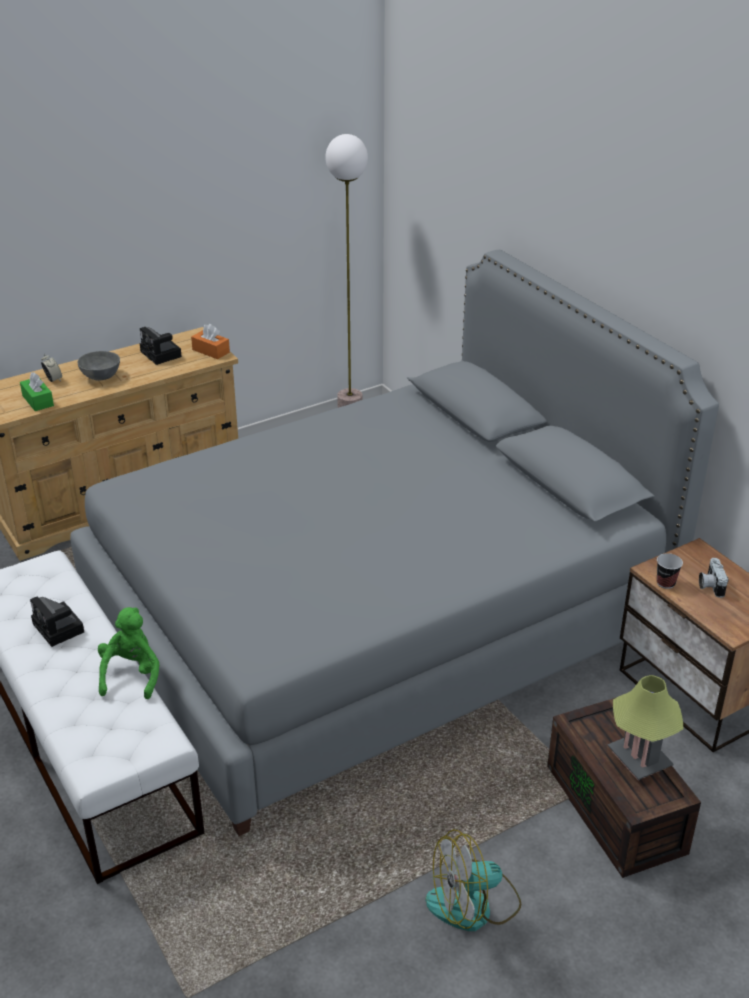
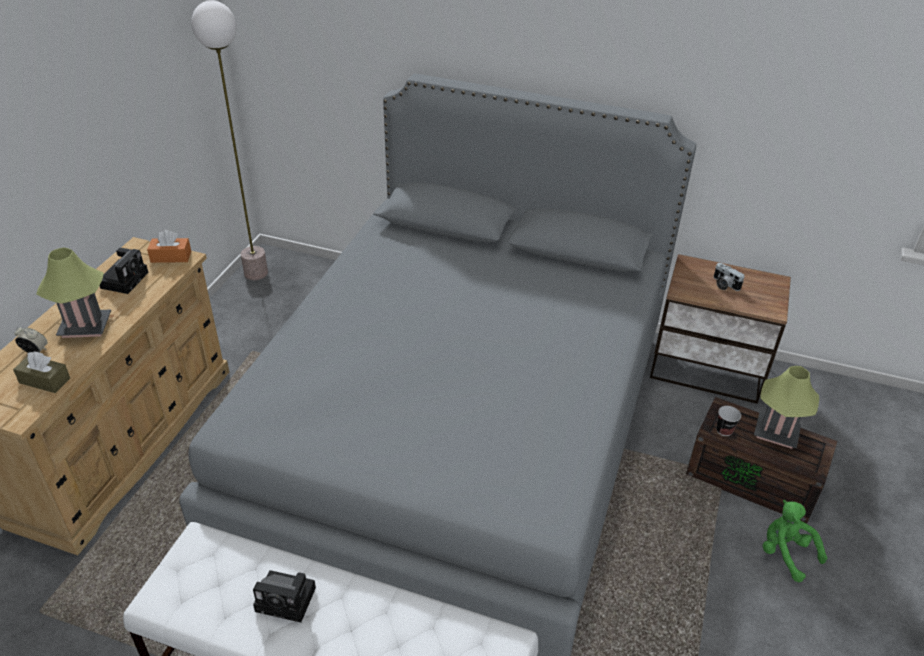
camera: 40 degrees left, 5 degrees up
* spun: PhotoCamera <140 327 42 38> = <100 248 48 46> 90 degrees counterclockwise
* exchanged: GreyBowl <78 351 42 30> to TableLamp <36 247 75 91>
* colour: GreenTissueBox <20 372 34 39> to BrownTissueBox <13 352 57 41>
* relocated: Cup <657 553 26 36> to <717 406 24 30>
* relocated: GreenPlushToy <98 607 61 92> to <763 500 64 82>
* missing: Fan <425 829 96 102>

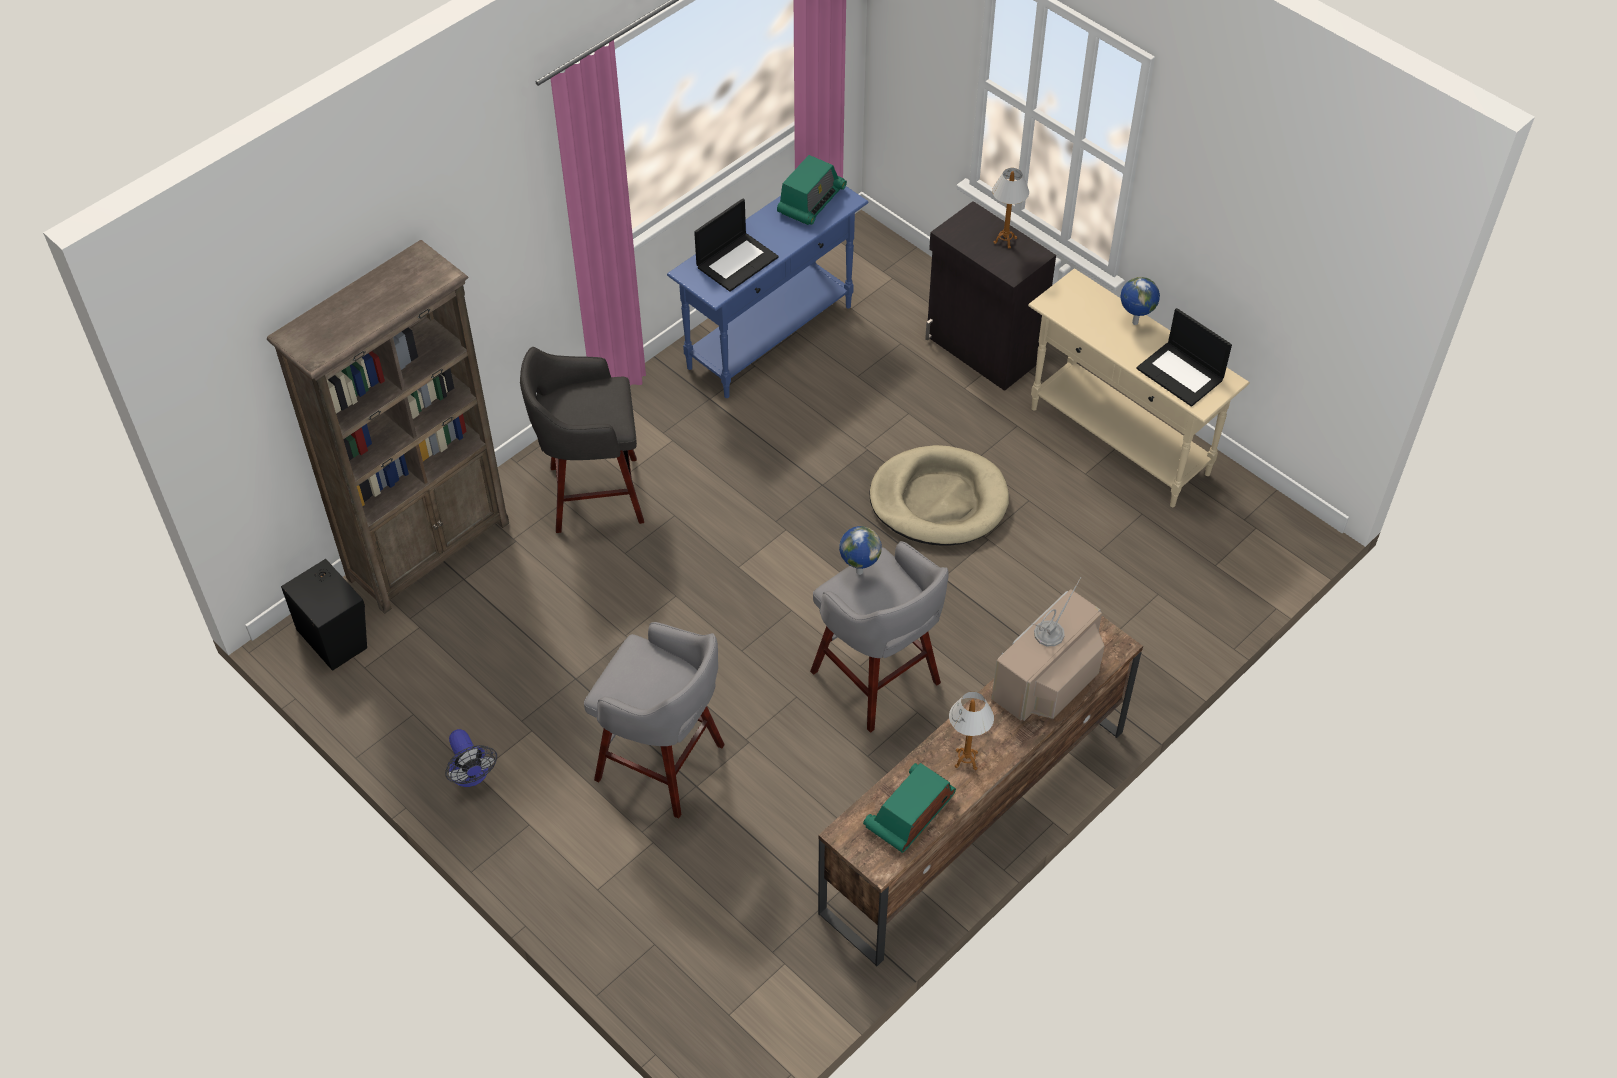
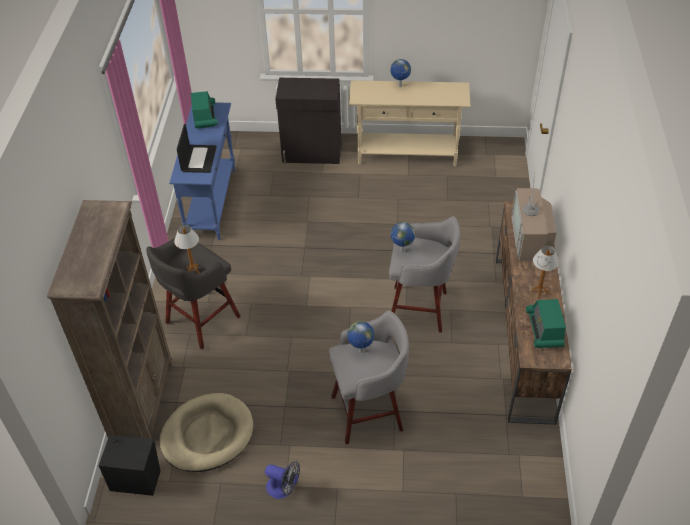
camera: 40 degrees left, 5 degrees down
* relocated: TableLamp <992 168 37 80> to <174 225 26 49>
* missing: Laptop <1136 308 96 99>
* relocated: BeigeDogBed <870 445 139 101> to <160 393 93 79>
* appeared: Globe <347 321 27 32>

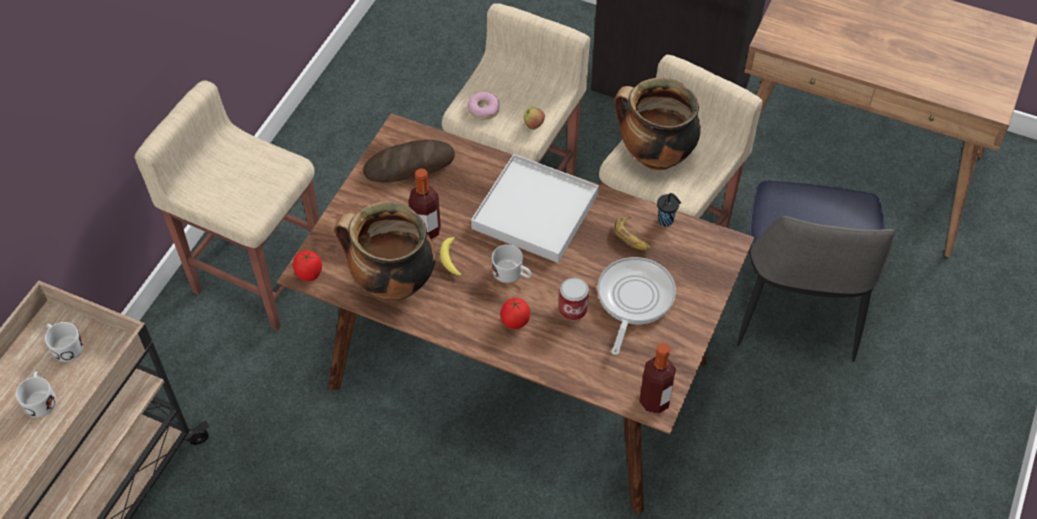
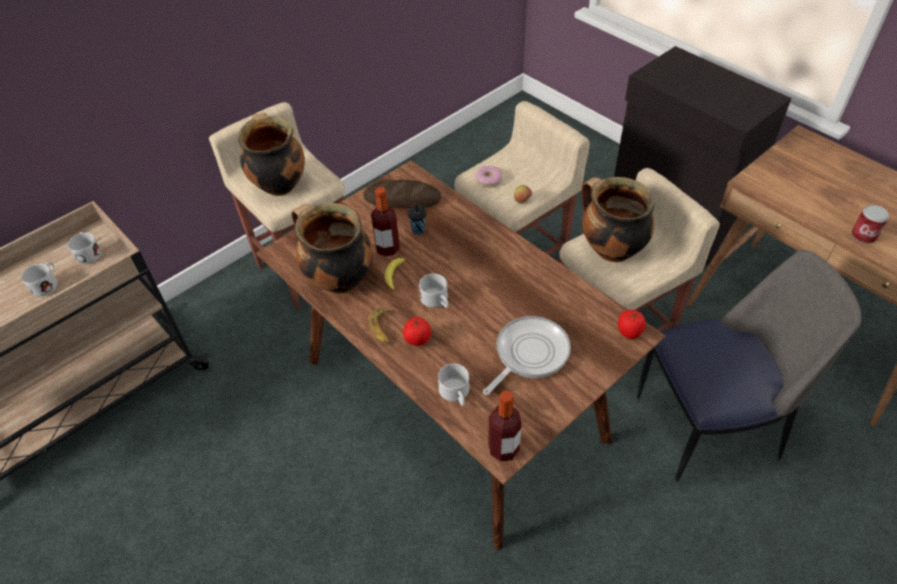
camera: 25 degrees right, 5 degrees down
* missing: WhiteTray <471 154 128 109>
* spun: Chair <737 181 158 181> = <637 250 225 231> 135 degrees counterclockwise
* relocated: BlackCup <657 193 24 34> to <408 203 18 32>
* relocated: Banana <614 216 37 34> to <368 308 22 36>
* relocated: Tomato <293 250 29 31> to <618 310 28 29>
* relocated: Can <559 277 30 43> to <852 205 37 39>
* appeared: CookingPot <238 113 67 83>
* appeared: WhiteMug <438 364 31 42>

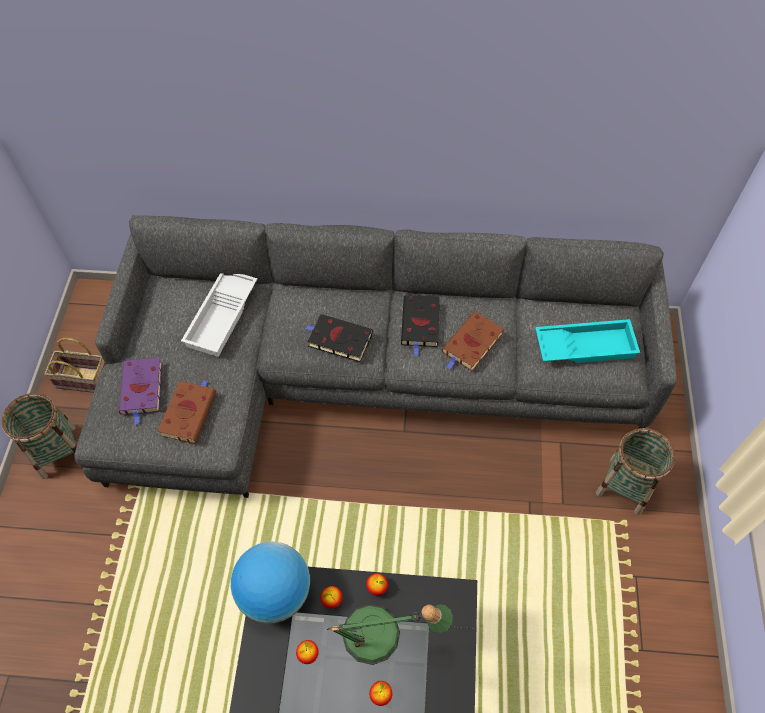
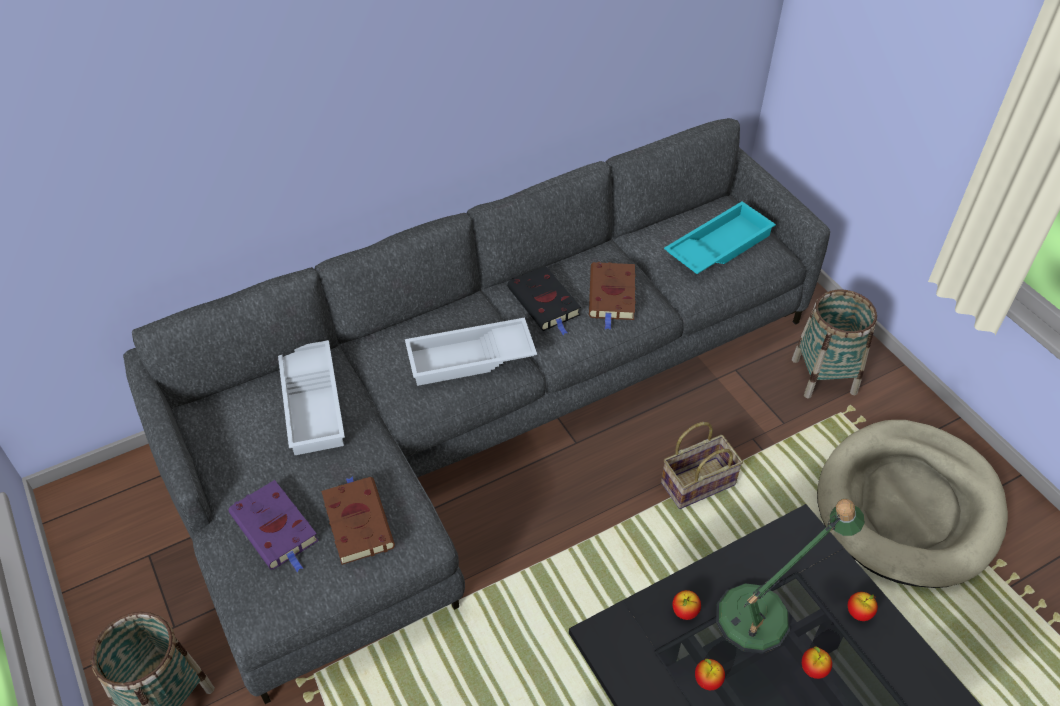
camera: 35 degrees left, 10 degrees down
* exchanged: BlackBook <306 314 67 48> to WhiteTray <405 317 132 69>
* relocated: Basket <44 338 62 55> to <661 422 82 87>
* missing: Globe <231 542 79 82>
* relocated: Apple <366 573 22 23> to <848 592 30 29>
* appeared: BeigeDogBed <817 420 191 168>

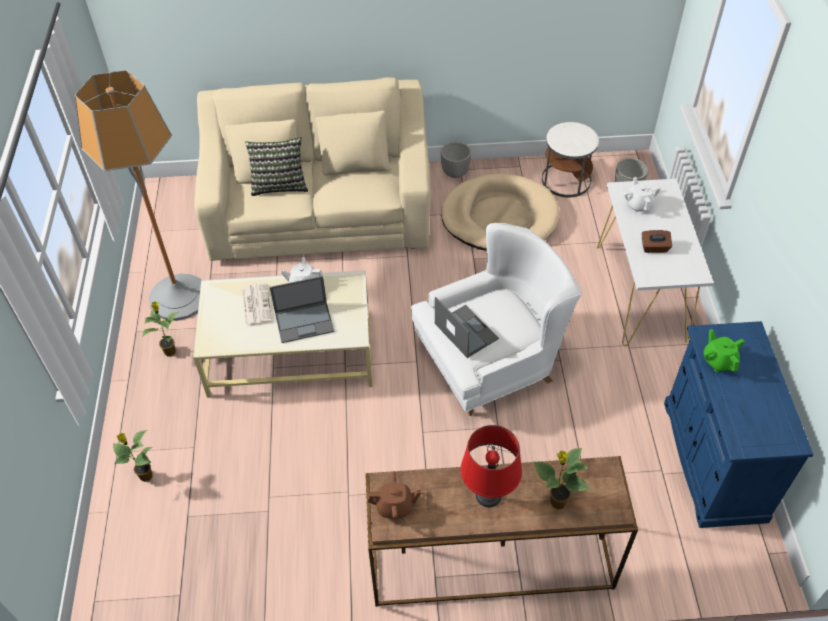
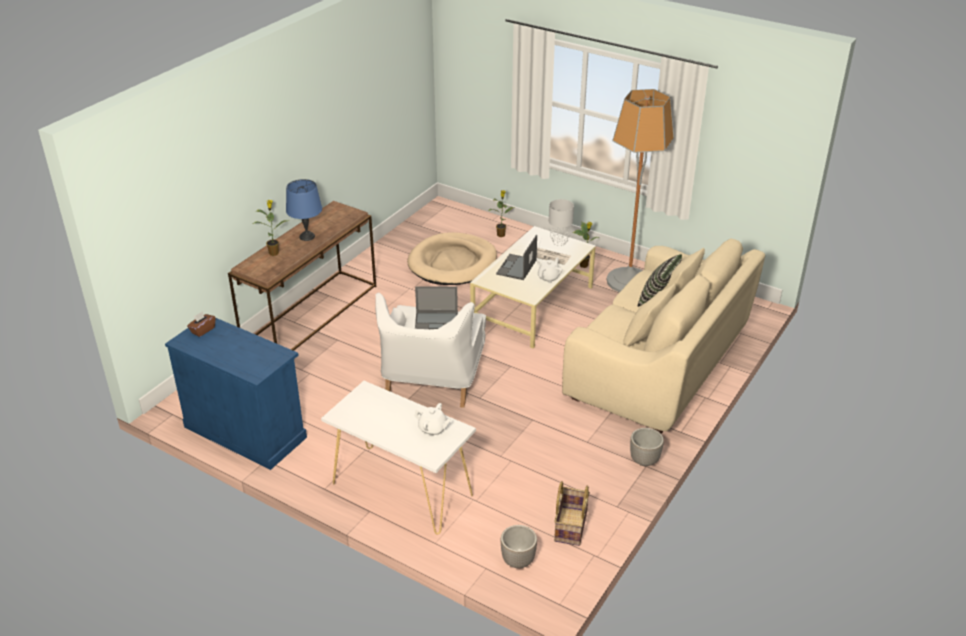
camera: 125 degrees right, 15 degrees down
* exchanged: WhiteSideTable <542 122 57 76> to Basket <554 481 36 65>
* relocated: BeigeDogBed <441 173 119 78> to <407 232 90 53>
* relocated: BrownTissueBox <641 230 31 23> to <187 311 29 26>
* missing: GreenTeapot <704 329 41 43>
* colour: RedTableLamp <461 425 61 82> to BlueTableLamp <286 179 36 62>
* missing: BrownTeapot <368 471 53 48>
* appeared: GreyTableLamp <549 199 25 47>

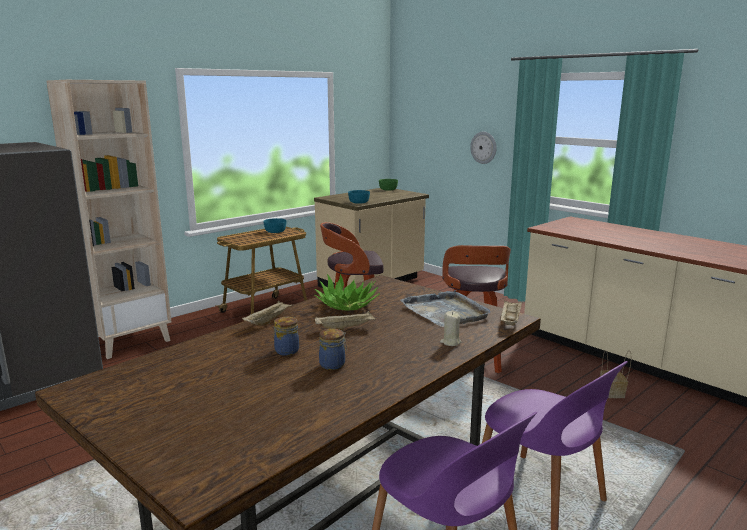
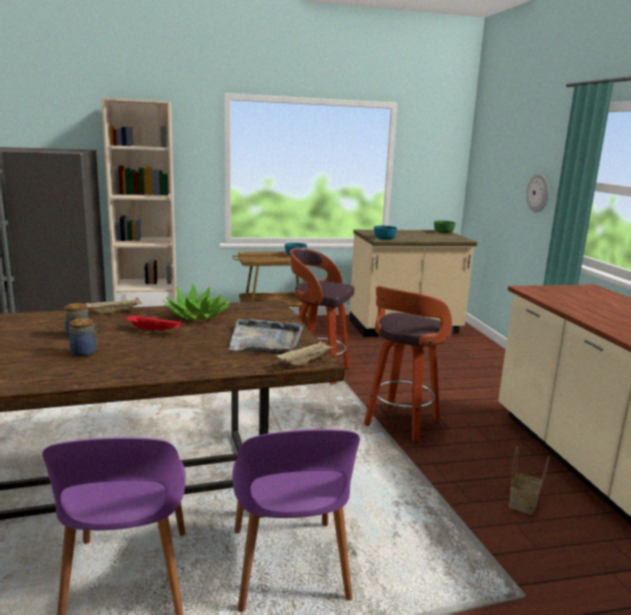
camera: 30 degrees right, 0 degrees up
* colour: BeigeTray <315 311 61 20> to RedTray <125 315 57 17>
* missing: BeigeCandle <440 311 21 35>

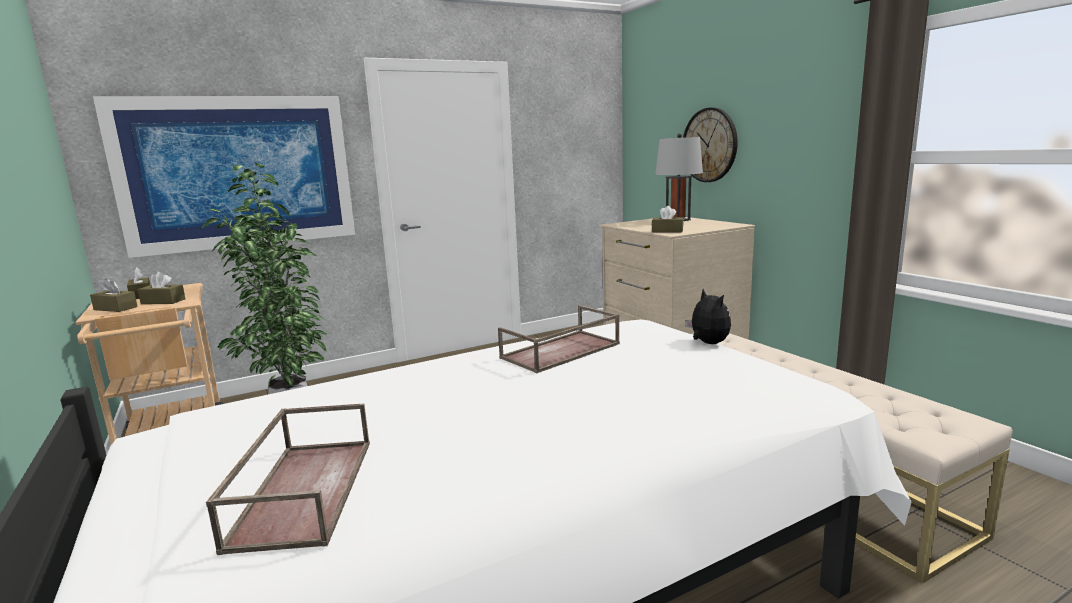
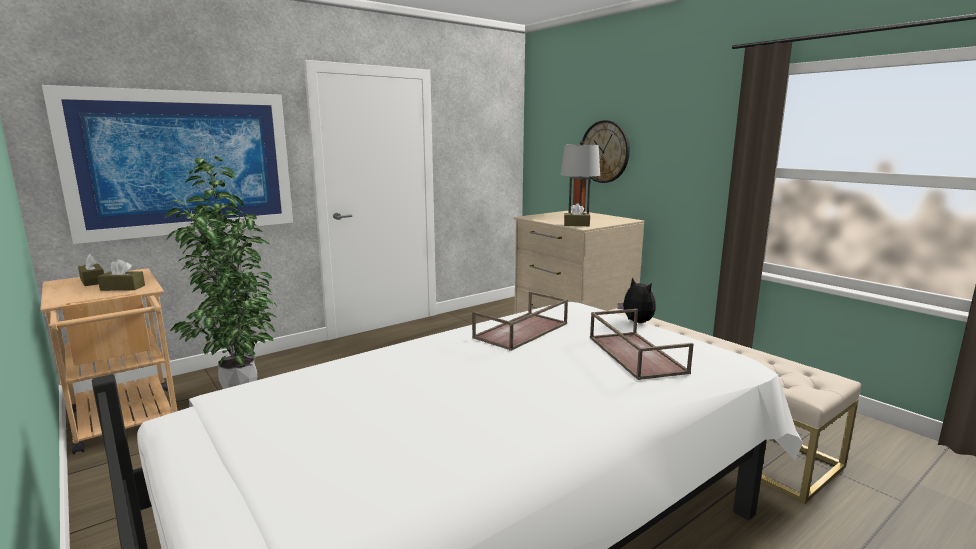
camera: 10 degrees left, 0 degrees up
* missing: BrownTissueBox <90 278 48 34>
* relocated: BrownTray <206 403 164 152> to <590 309 103 71>

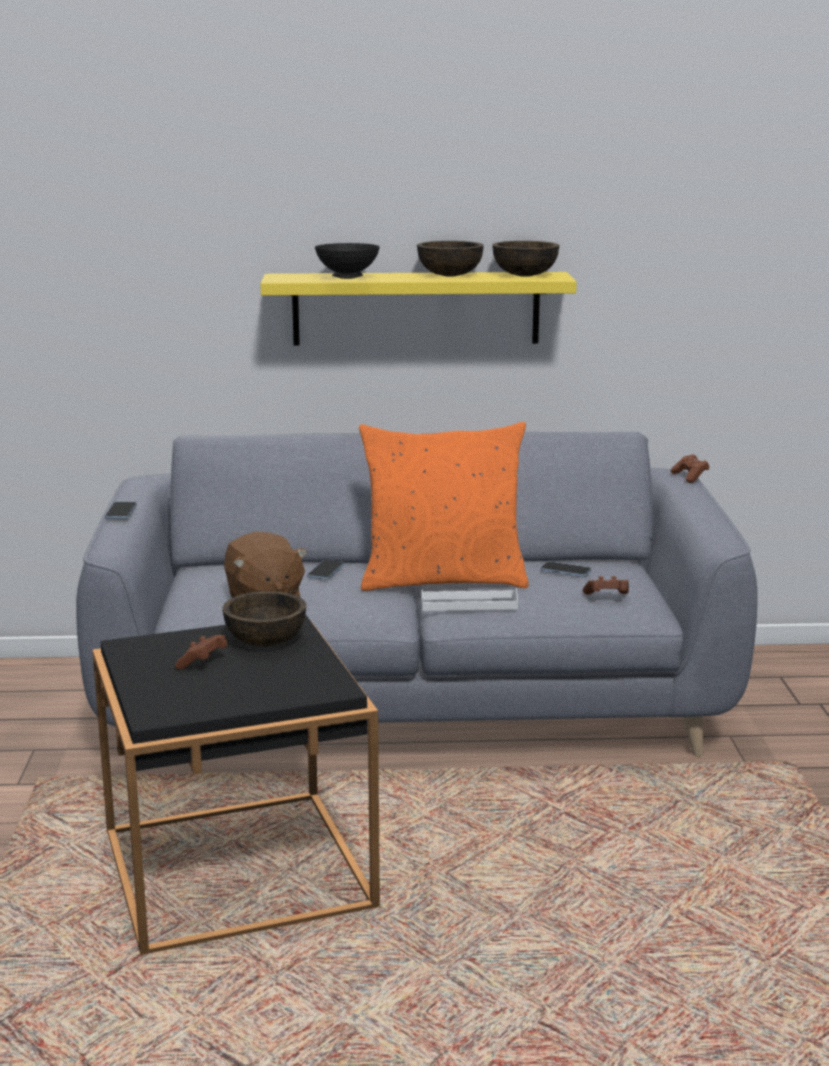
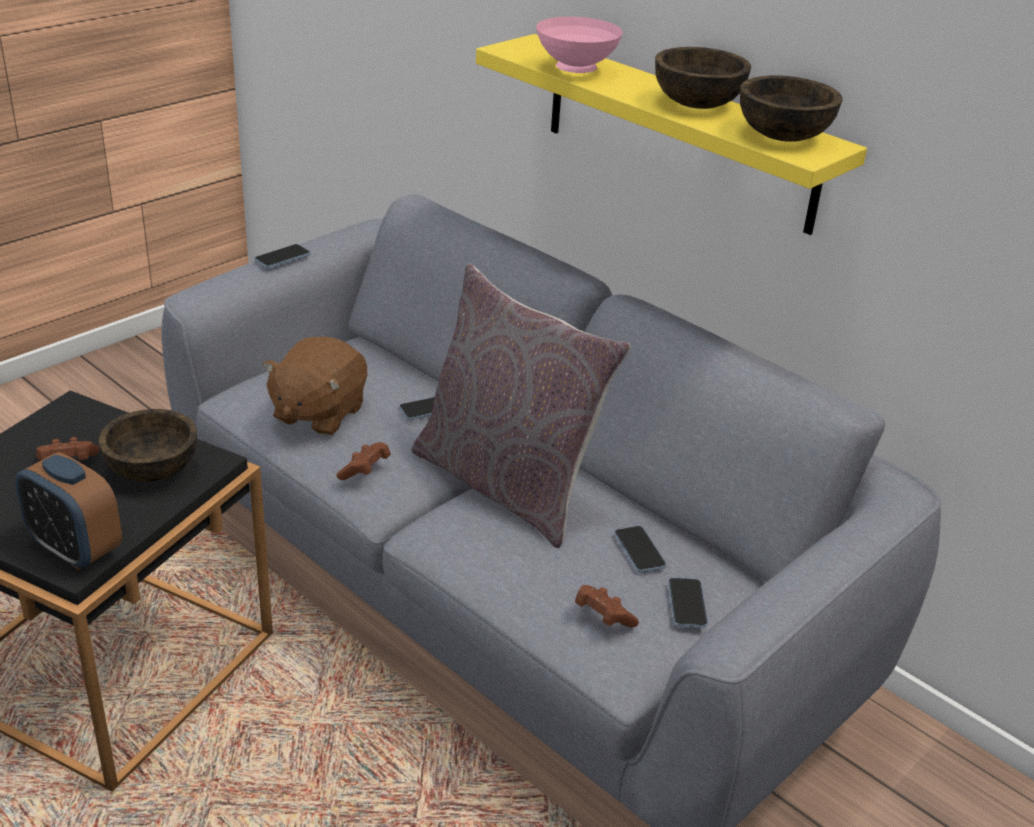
camera: 45 degrees right, 15 degrees up
* colour: BlackBowl <315 243 65 36> to PinkBowl <536 17 87 56>
* colour: OrangePillow <359 422 170 169> to GreyPillow <411 264 220 284>
* relocated: BrownGameController <671 454 38 29> to <337 442 53 38>
* missing: WhiteTray <421 588 97 23>
* appeared: AlarmClock <15 452 107 118>
* appeared: Phone <668 578 40 50>

